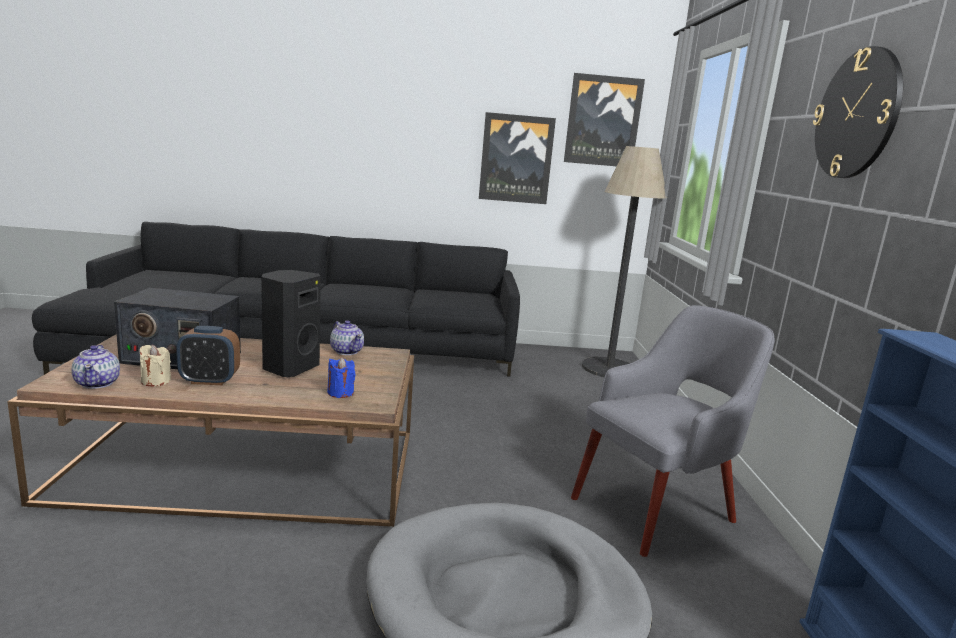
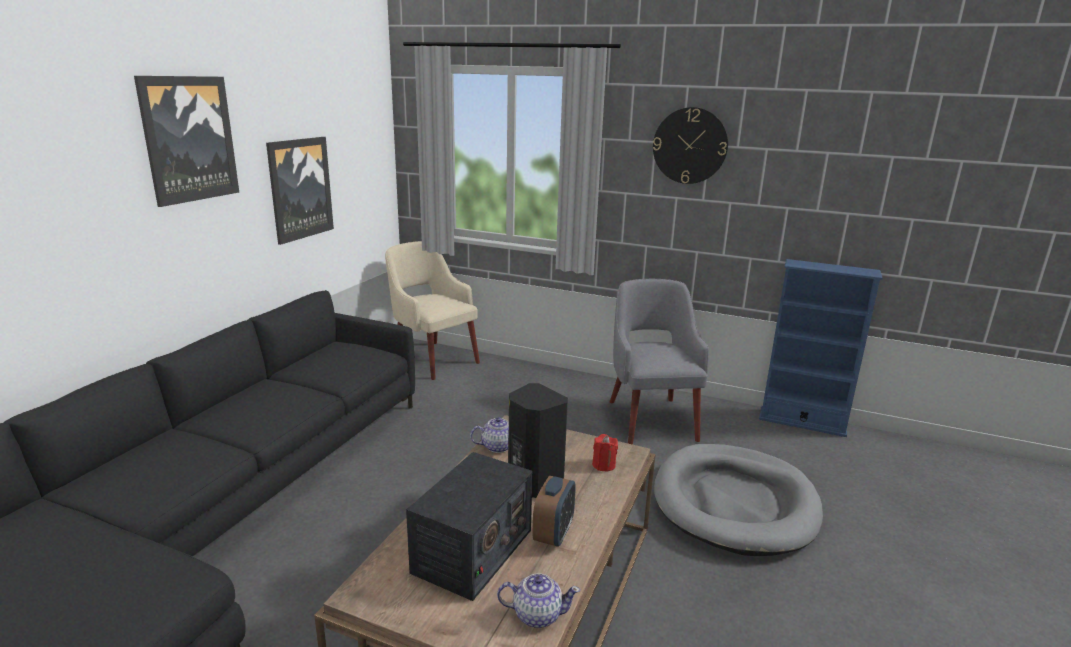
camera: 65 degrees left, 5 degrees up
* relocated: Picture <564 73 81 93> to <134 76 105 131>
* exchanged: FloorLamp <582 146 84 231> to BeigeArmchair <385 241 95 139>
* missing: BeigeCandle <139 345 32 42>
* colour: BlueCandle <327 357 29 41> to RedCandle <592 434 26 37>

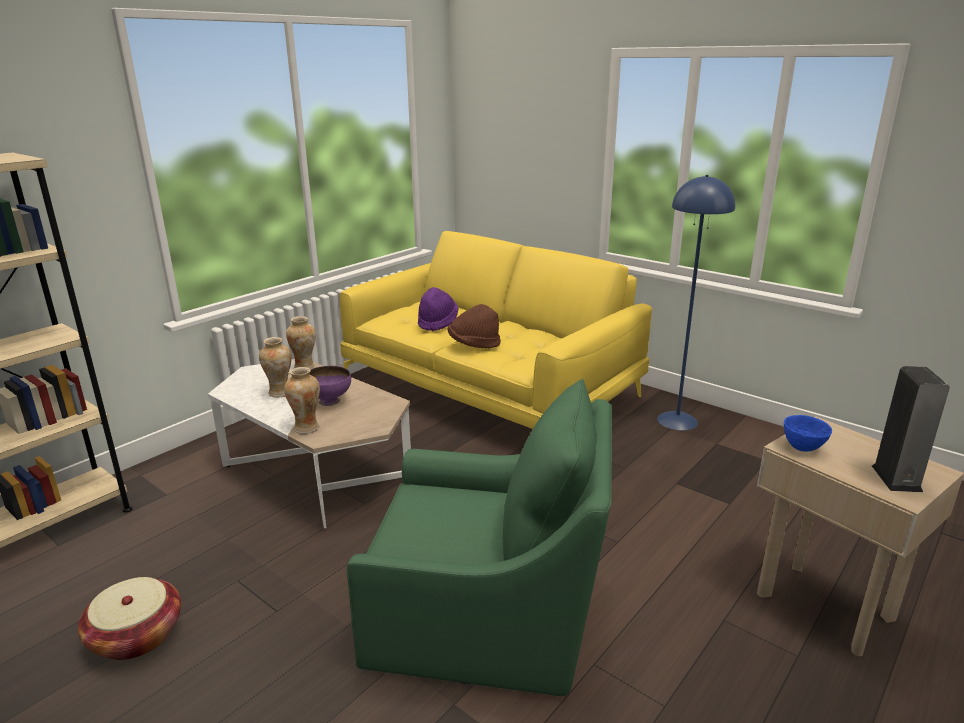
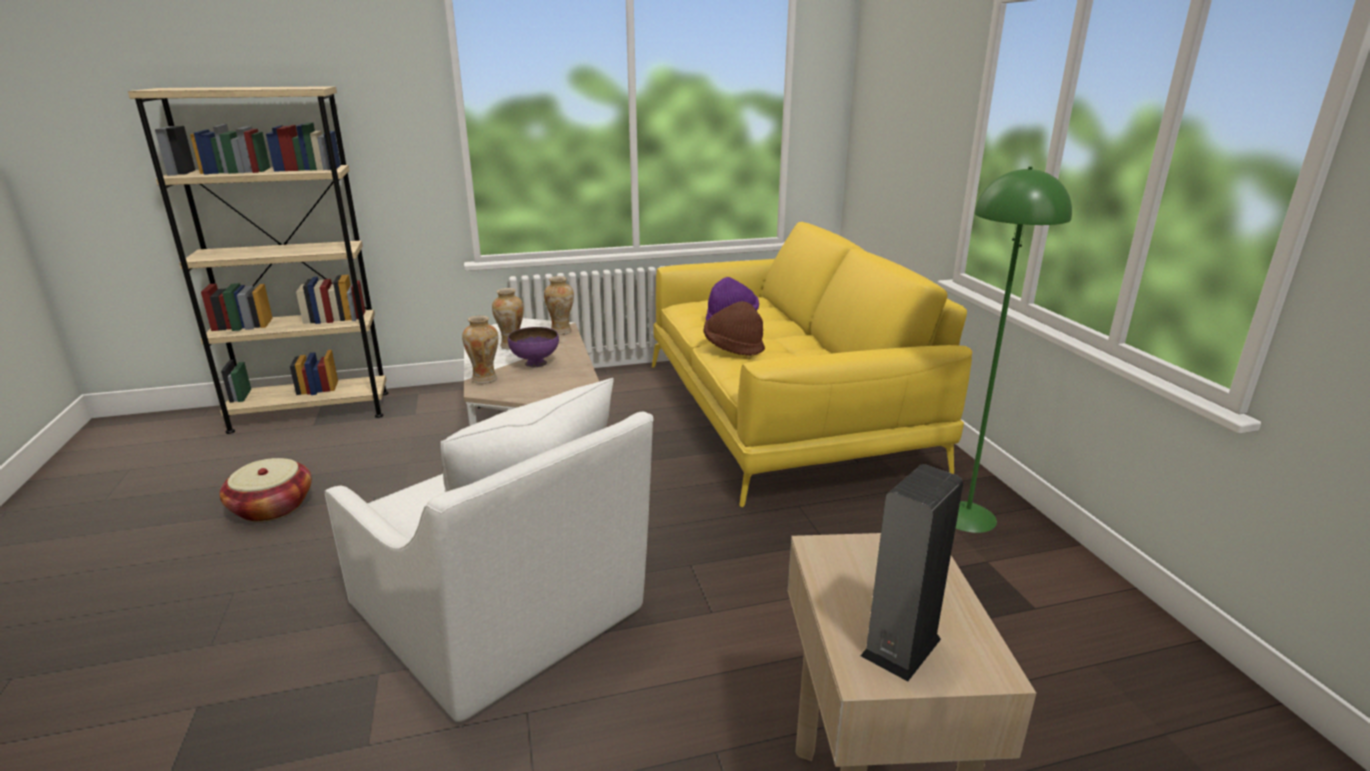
camera: 35 degrees right, 0 degrees up
* colour: BlueFloorLamp <657 175 78 255> to GreenFloorLamp <956 166 116 367>
* colour: GreenArmchair <347 379 265 317> to WhiteArmchair <324 378 329 344>
* missing: BlueBowl <784 415 48 37>

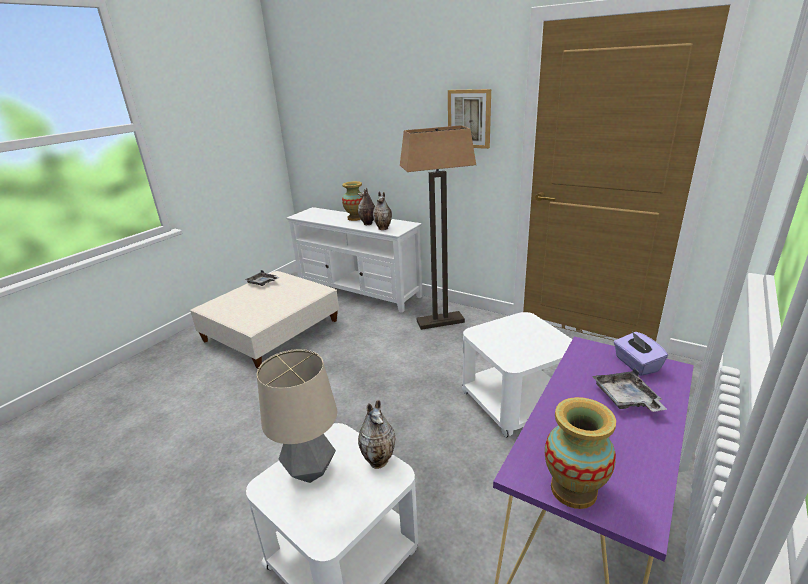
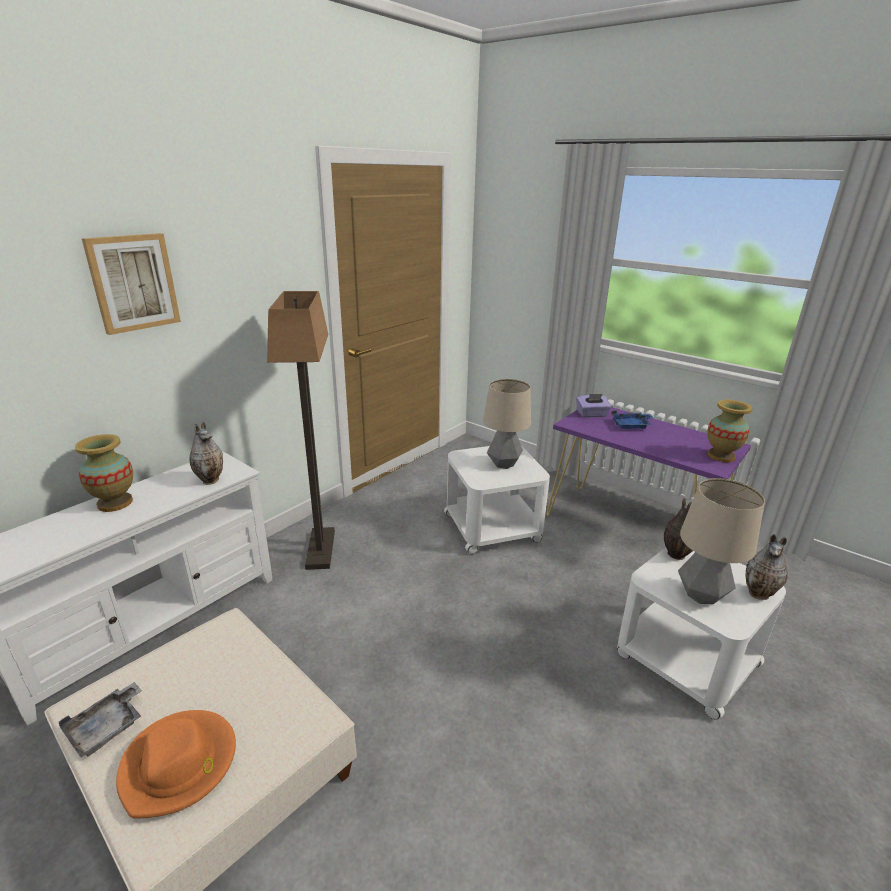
camera: 85 degrees left, 0 degrees up
* relocated: Picture <448 89 43 60> to <82 233 99 102>
* relocated: Vase <358 188 17 37> to <745 534 43 66>
* colour: GreyTray <592 368 75 44> to BlueTray <611 411 42 18>
* appeared: TableLamp <483 379 48 90>
* appeared: OrangeHat <116 710 120 109>

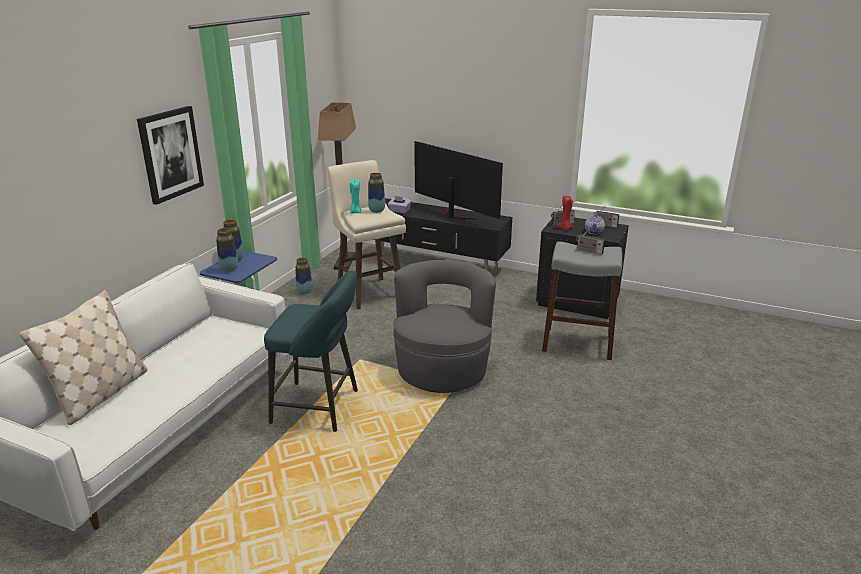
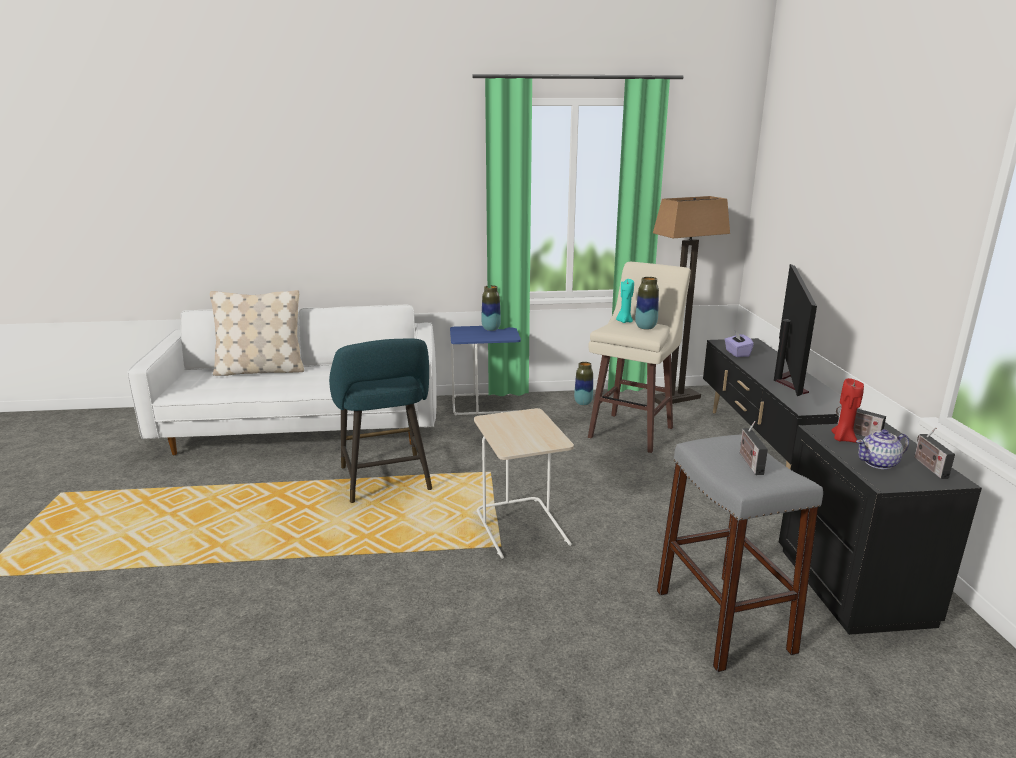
camera: 60 degrees right, 5 degrees down
* missing: Picture <137 106 67 99>
* missing: Vase <216 228 22 44>
* exchanged: GreyArmchair <393 260 103 133> to BeigeSideTable <474 408 100 151>

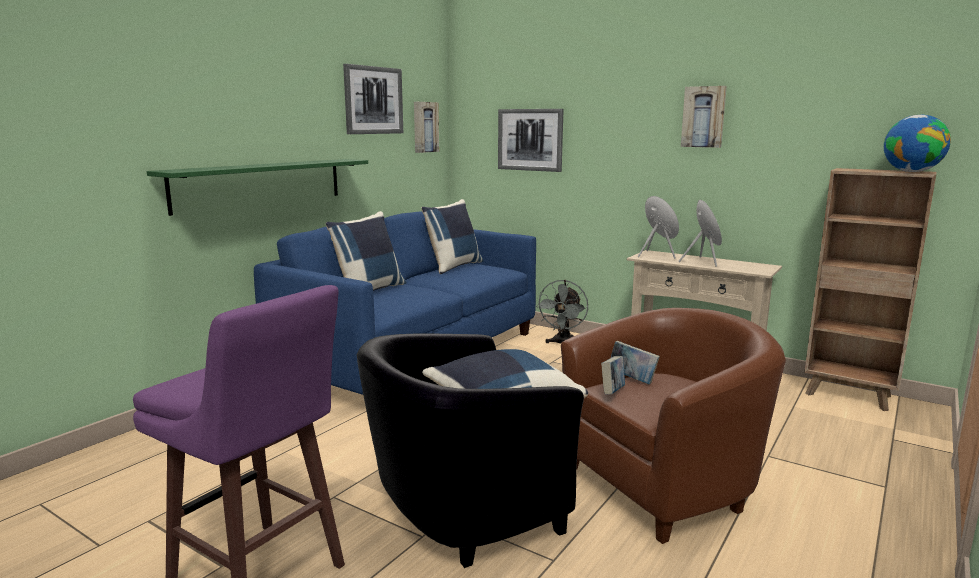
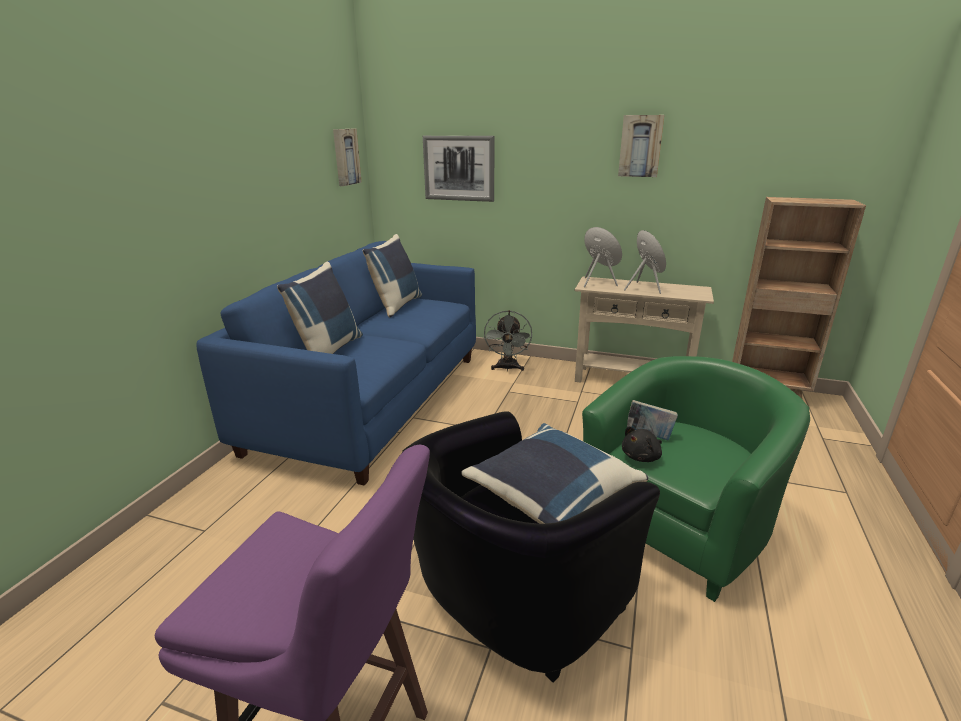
camera: 15 degrees left, 10 degrees up
* missing: Picture <343 64 60 70>
* missing: Globe <884 115 67 57>
* missing: GreenShelf <147 159 221 57>
* colour: BrownArmchair <561 308 225 236> to GreenArmchair <582 356 228 246>
* exchanged: Book <601 356 24 39> to BlackPlushToy <622 426 40 36>

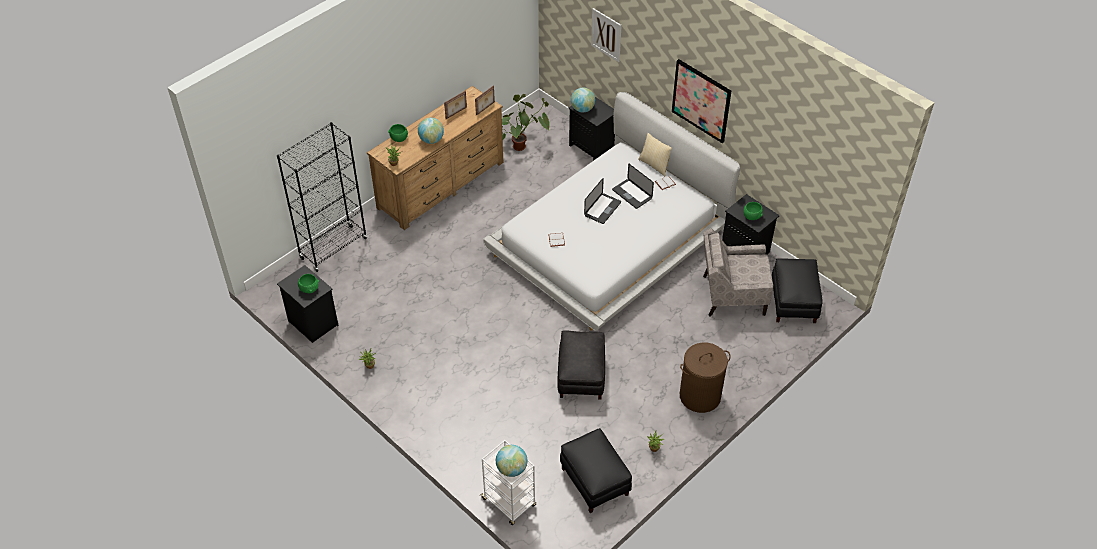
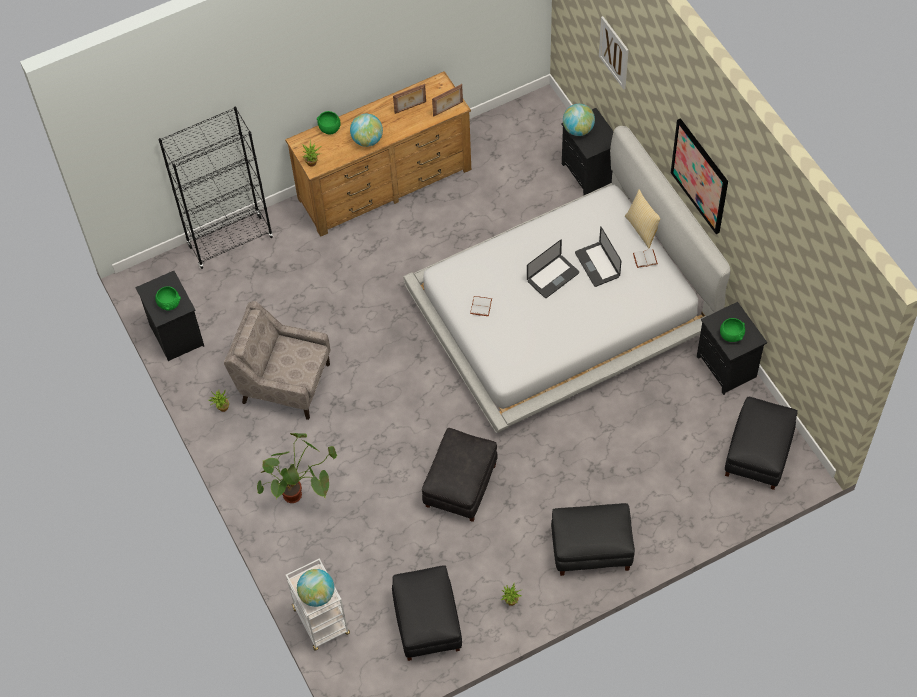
camera: 20 degrees right, 10 degrees up
* relocated: PottedPlant <502 94 48 57> to <257 433 80 70>
* relocated: BeigeArmchair <703 228 70 88> to <224 301 107 119>
* exchanged: BrownLaundryBasket <680 342 51 71> to BlackOttoman <551 503 84 73>

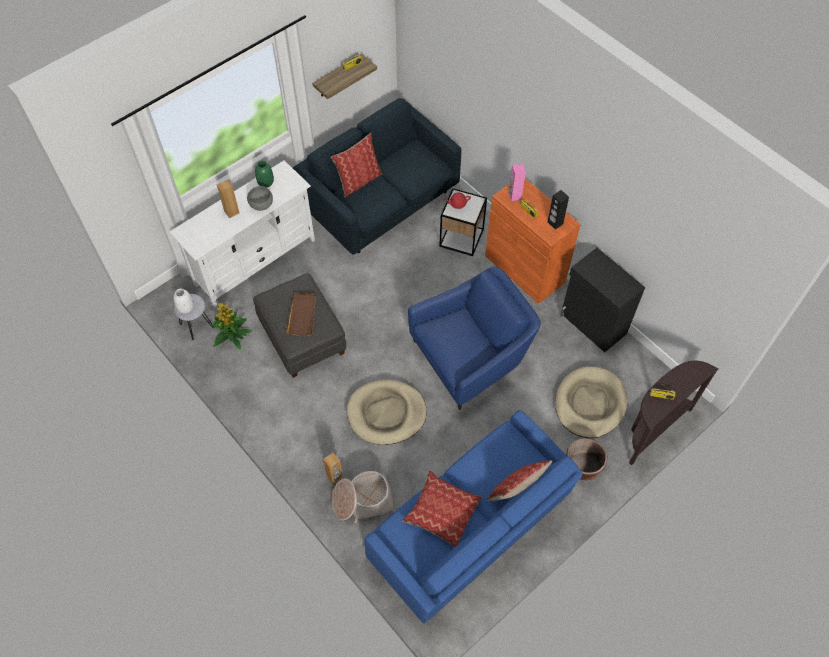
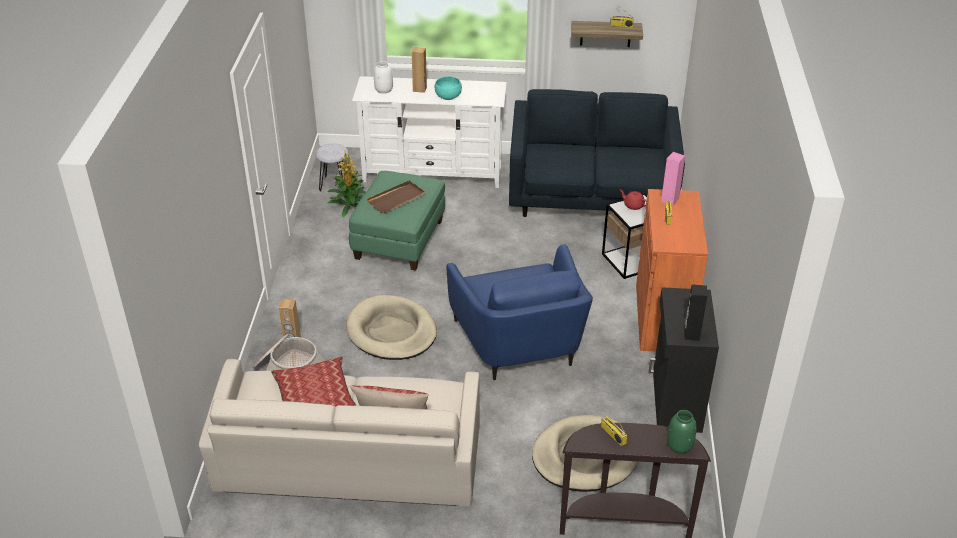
camera: 45 degrees right, 20 degrees down
* missing: Pillow <331 133 52 65>
* relocated: GreenVase <255 161 19 27> to <667 410 29 44>
* colour: GreyBowl <247 186 26 25> to TurquoiseBowl <435 76 27 24>
* relocated: BlackSpeaker <548 190 21 39> to <684 284 23 57>
* spun: BlueArmchair <408 266 133 144> = <446 244 147 136> 60 degrees clockwise
* colour: GreyOttoman <253 273 93 105> to GreenOttoman <349 171 96 100>
* relocated: WhiteVase <173 289 21 25> to <374 61 19 33>
* colour: BlueSofa <364 410 219 214> to BeigeSofa <199 359 281 148>
* missing: BrownPlanter <566 438 41 42>

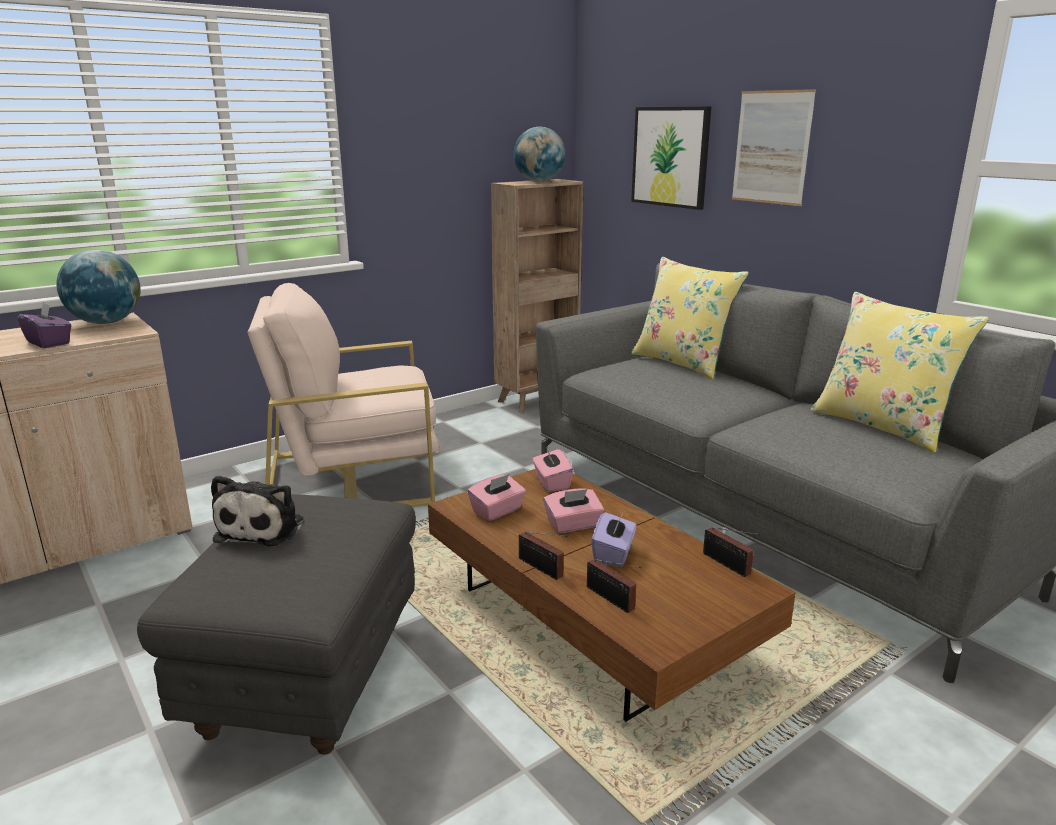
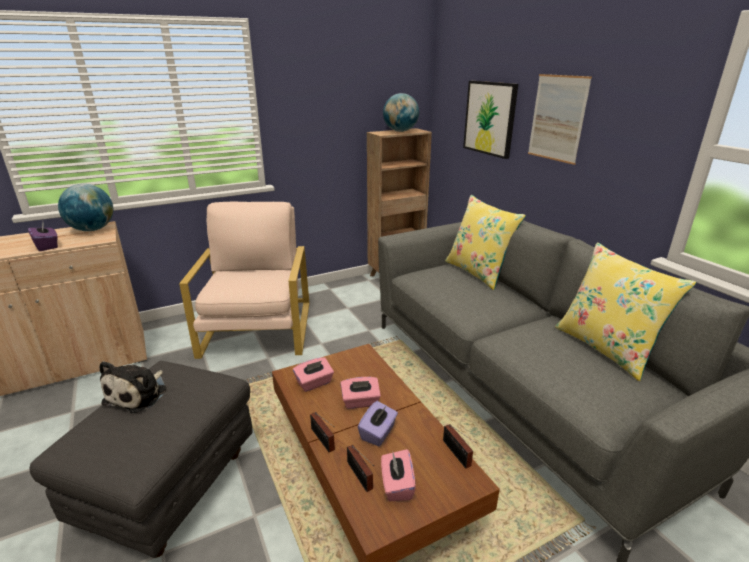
camera: 10 degrees right, 5 degrees up
* spun: BeigeArmchair <247 283 193 224> = <179 201 130 158> 90 degrees clockwise
* relocated: PinkTissueBox <532 449 41 43> to <381 449 35 52>

